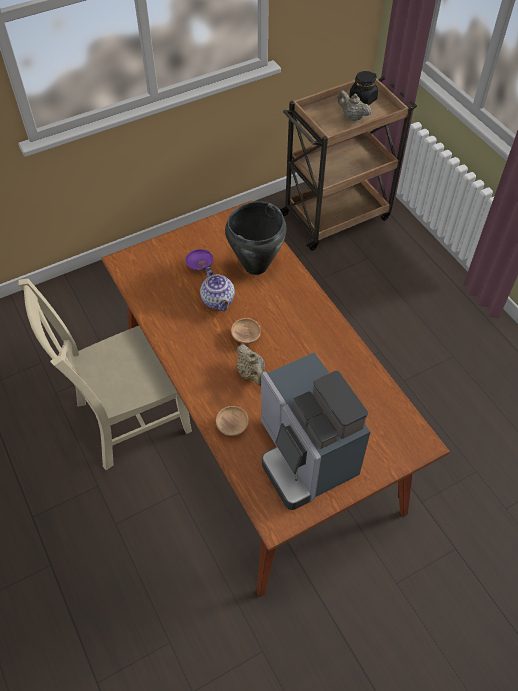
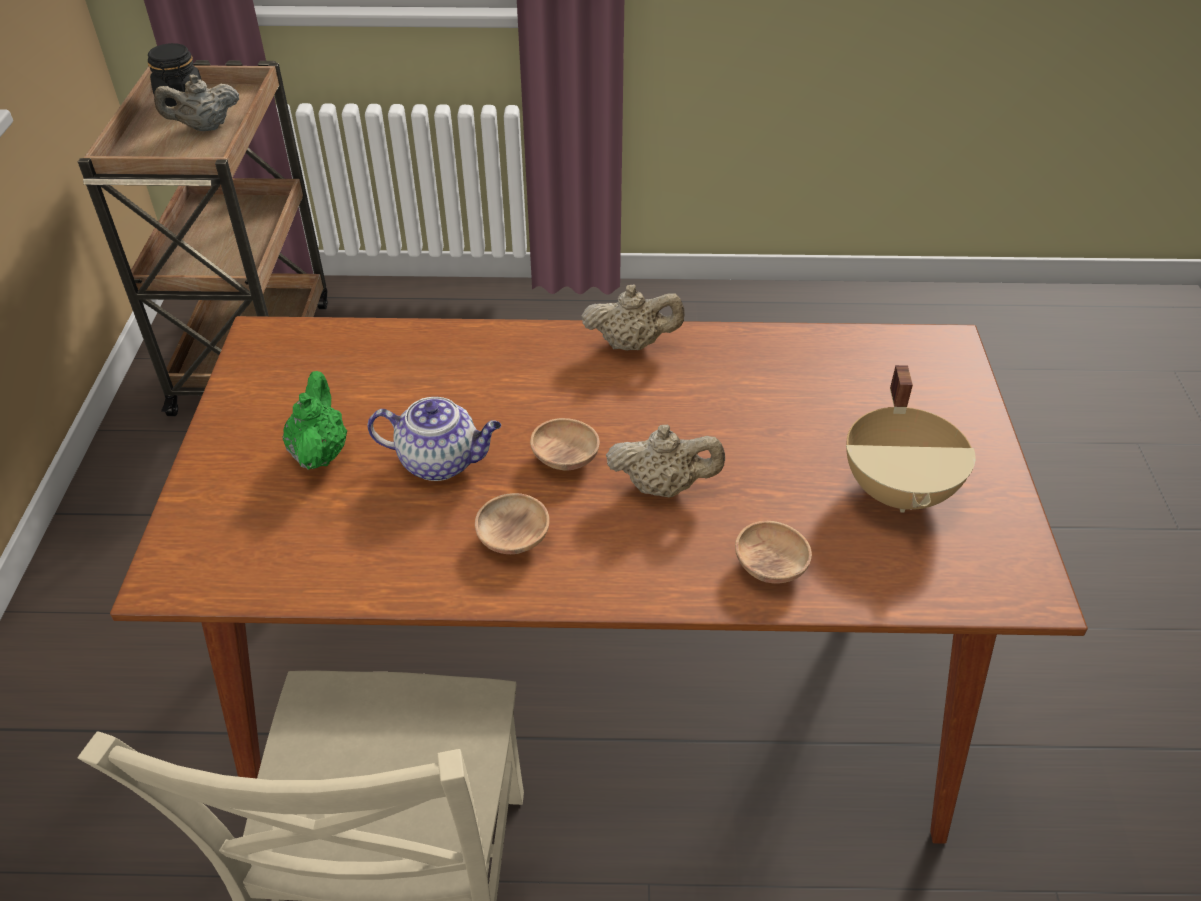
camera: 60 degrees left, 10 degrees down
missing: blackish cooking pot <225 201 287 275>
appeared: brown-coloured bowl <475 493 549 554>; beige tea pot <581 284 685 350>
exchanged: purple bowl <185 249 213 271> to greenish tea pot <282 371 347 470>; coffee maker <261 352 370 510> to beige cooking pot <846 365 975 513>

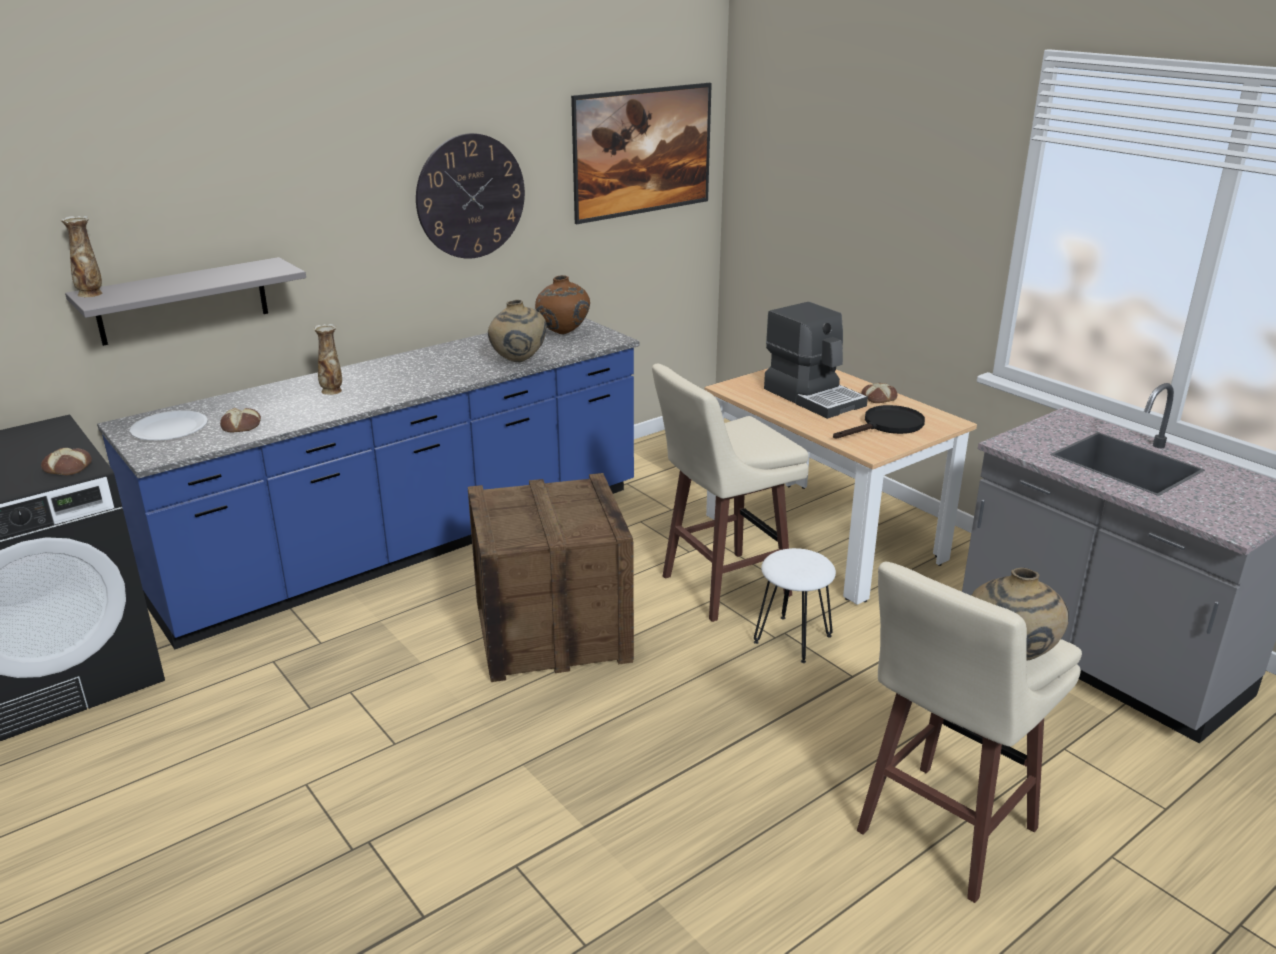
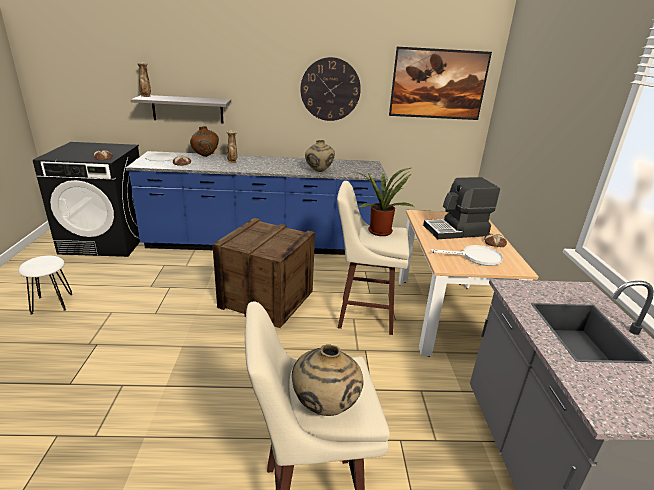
camera: 35 degrees right, 0 degrees up
appeared: houseplant <354 168 414 236>
relocated: brown-coloured flower vase <535 275 590 334> to <190 126 219 157>; whitish sitting stool <754 548 836 663> to <18 256 72 314>
colour: blackish pan <833 405 925 438> to whitish pan <431 245 503 266>
spun: coffee maker <764 302 868 419> = <423 177 500 239> 75 degrees clockwise

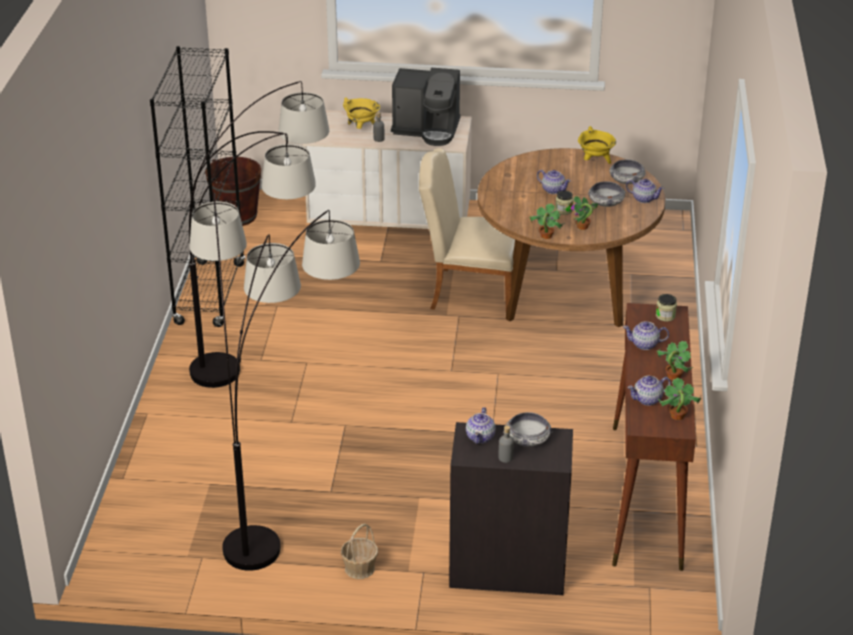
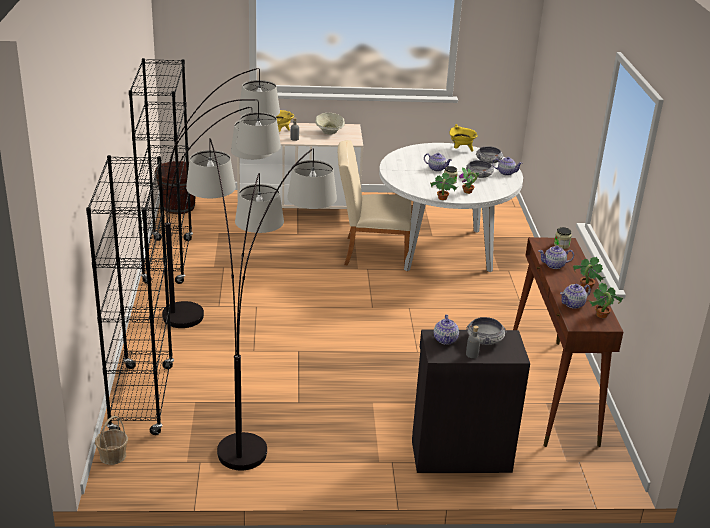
camera: 10 degrees left, 5 degrees down
appeared: blackish bookcase <86 155 174 435>
relocated: storage basket <341 524 378 579> to <95 416 128 465>
exchanged: coffee maker <391 67 461 146> to beige bowl <315 113 345 135>
colour: brown-coloured dining table <477 148 665 327> to whitish dining table <379 143 523 272>

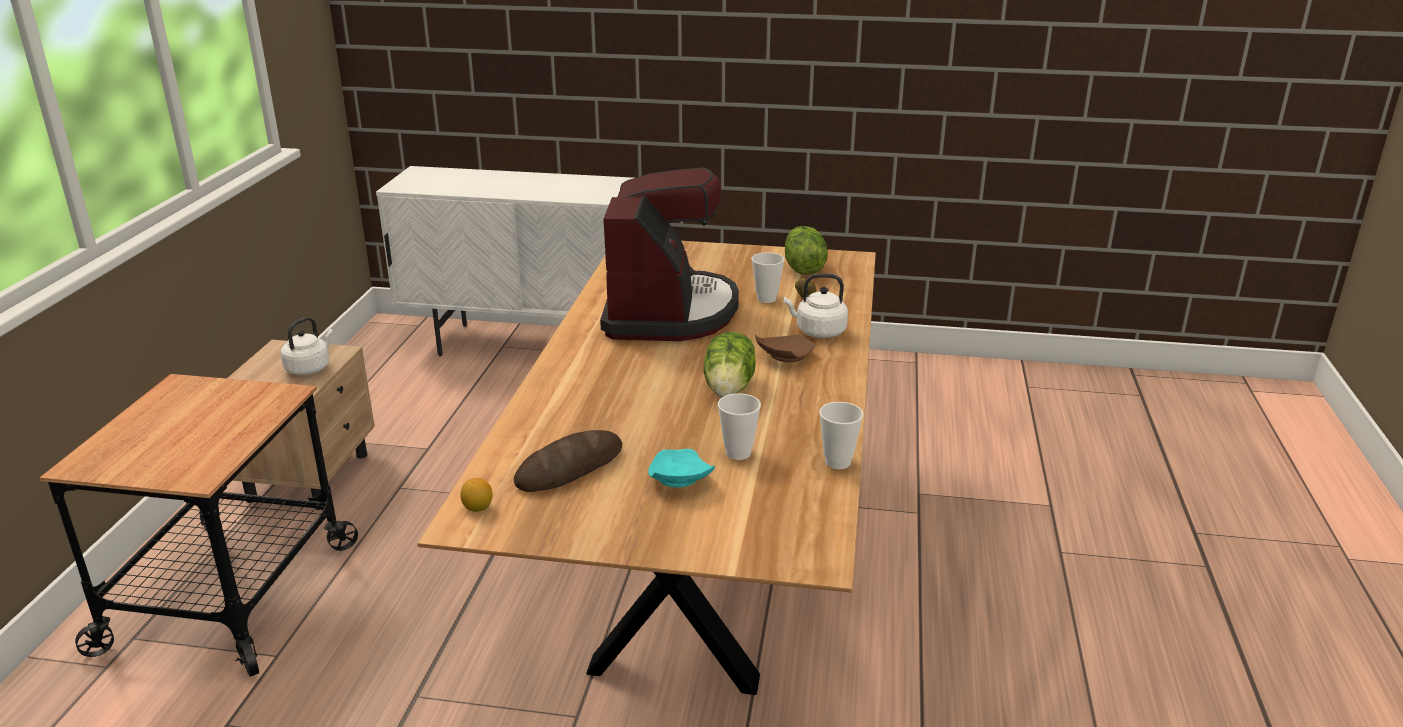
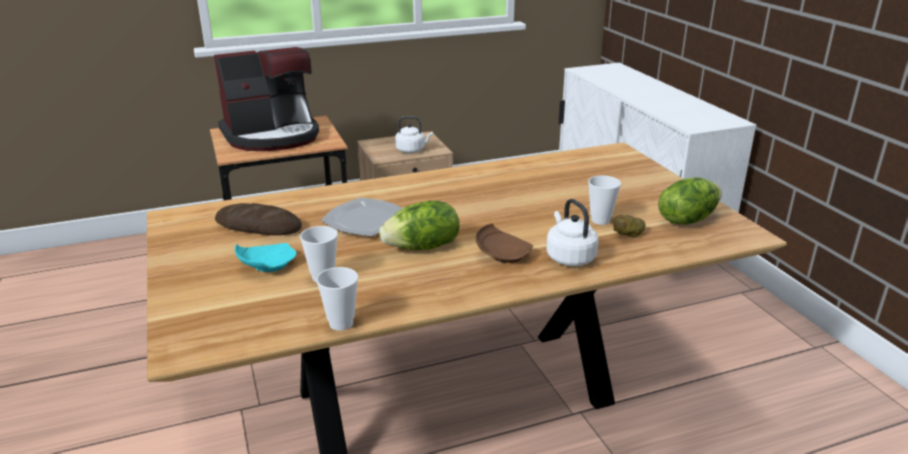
camera: 60 degrees right, 0 degrees up
missing: lemon <460 478 492 512>
appeared: plate <321 198 403 237>
relocated: coffee maker <600 167 739 341> to <214 47 319 151>

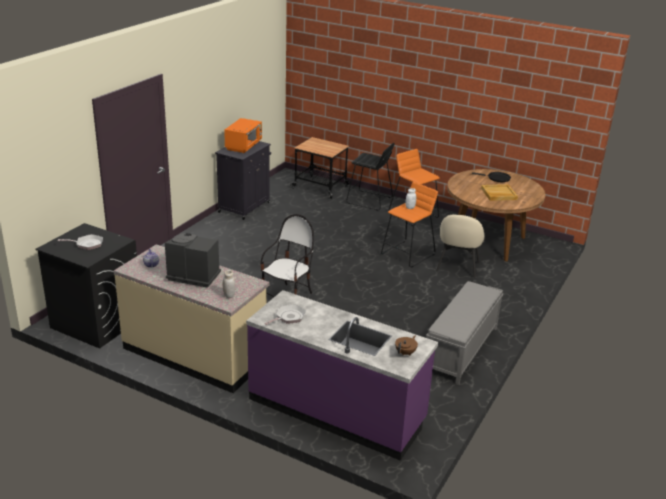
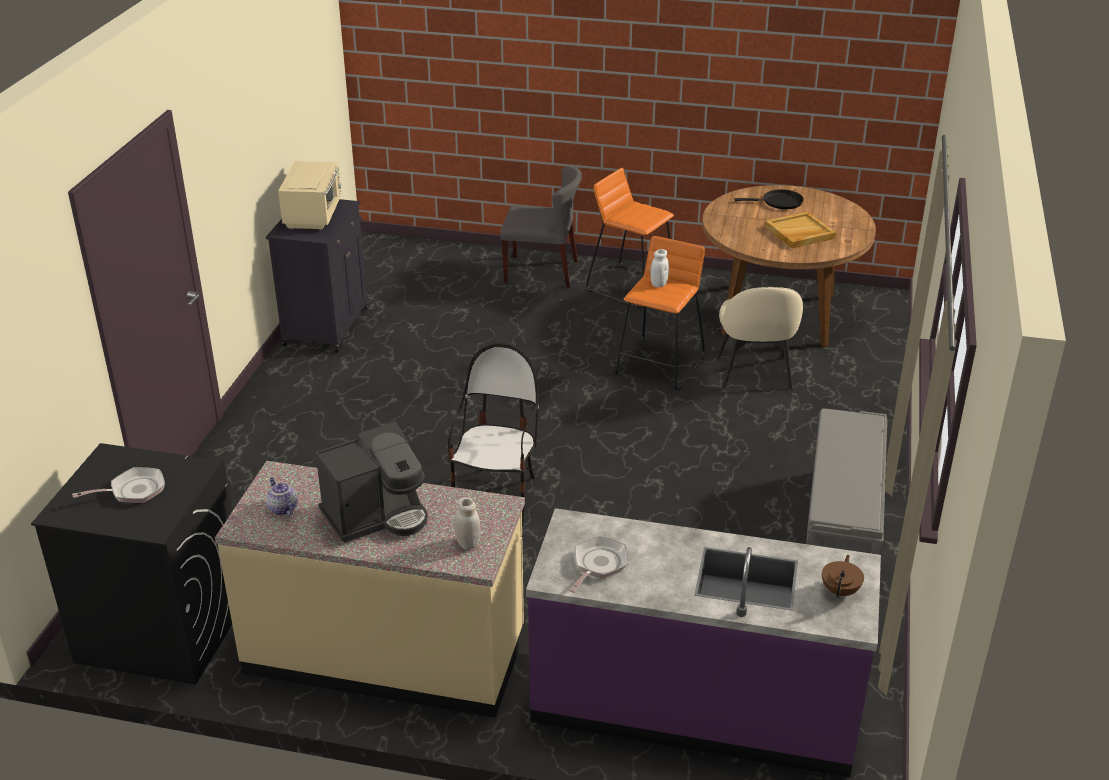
camera: 15 degrees left, 5 degrees up
missing: cart <290 137 351 199>
exchanged: blackish sitting stool <346 143 395 211> to gray plain chair <500 166 582 288>
colour: orange-coloured microwave <224 118 262 153> to beige microwave <278 161 342 230>
spun: coffee maker <165 233 221 288> = <315 422 428 543> 150 degrees clockwise

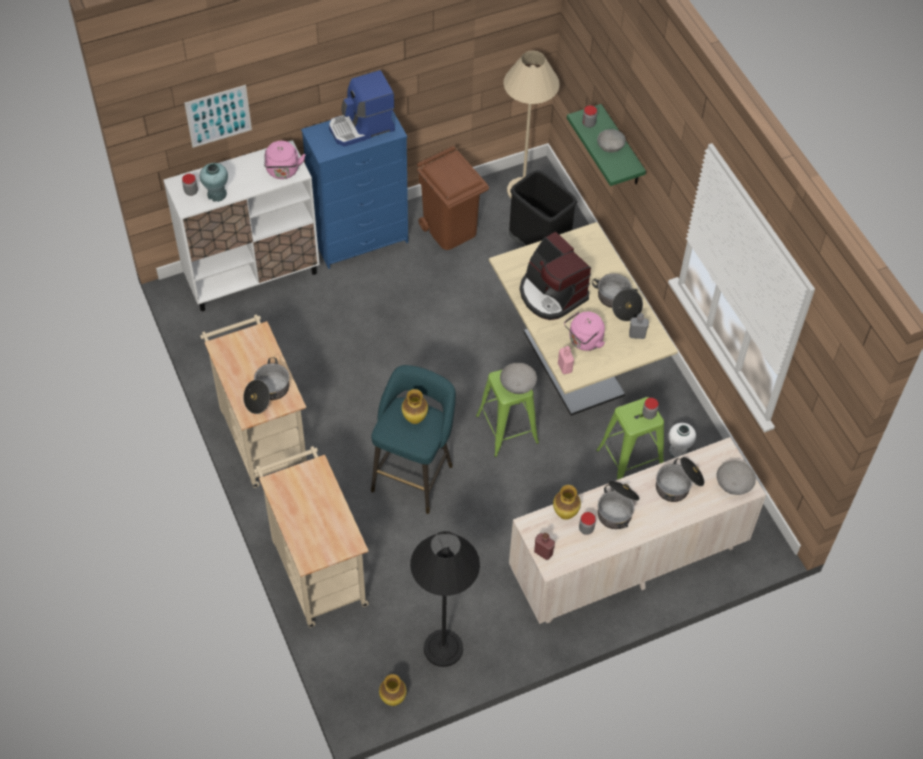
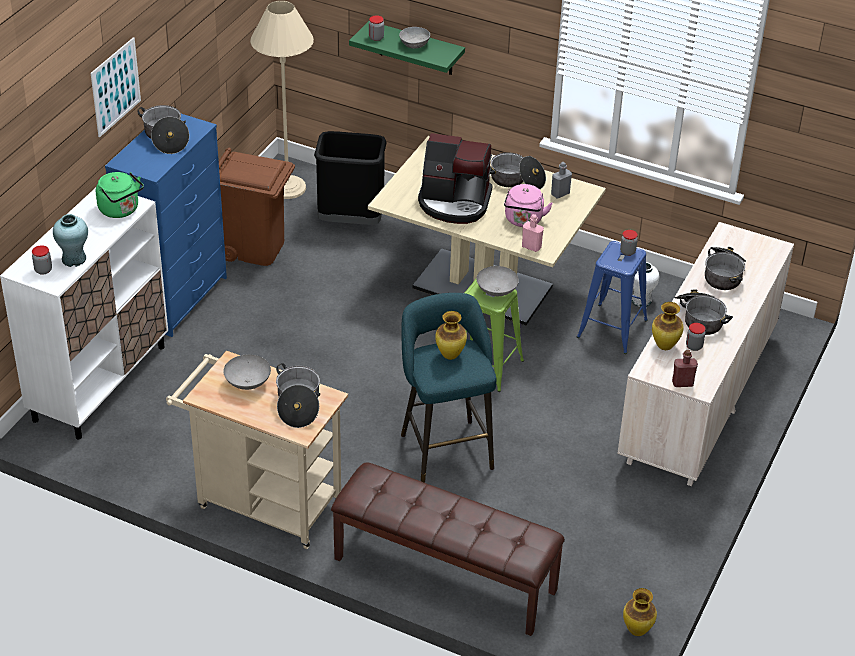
camera: 40 degrees left, 15 degrees down
missing: blackish standing lamp <410 531 480 667>
relocated: picture <184 85 252 148> to <91 37 141 137>; gray bowl <716 460 756 495> to <223 355 271 390>
exchanged: beige cart <254 446 369 628> to brown-coloured bench <331 462 565 636>; coffee maker <329 70 395 147> to cooking pot <137 105 189 154>
colour: pinkish tea kettle <264 141 305 179> to greenish tea kettle <96 172 144 218>; greenish sitting stool <596 397 664 480> to blue-coloured sitting stool <577 241 648 354>

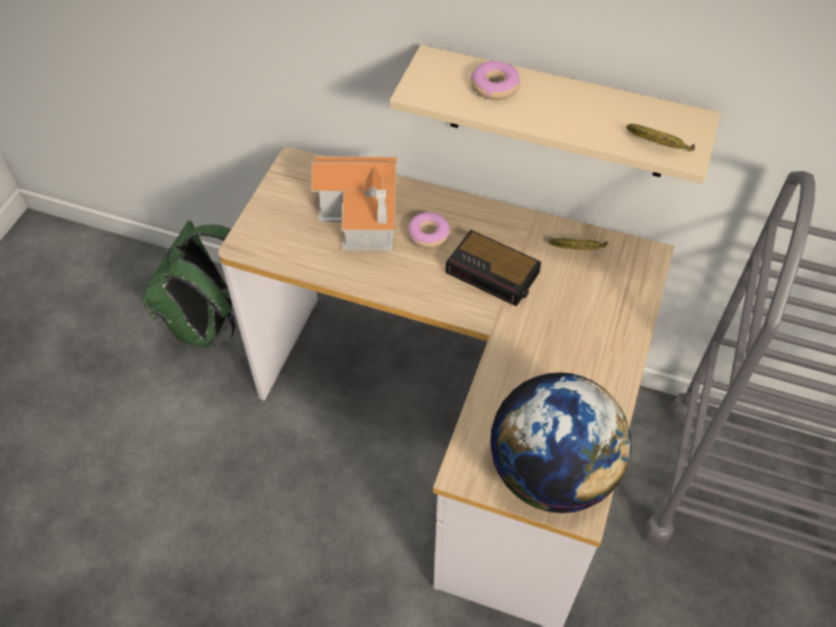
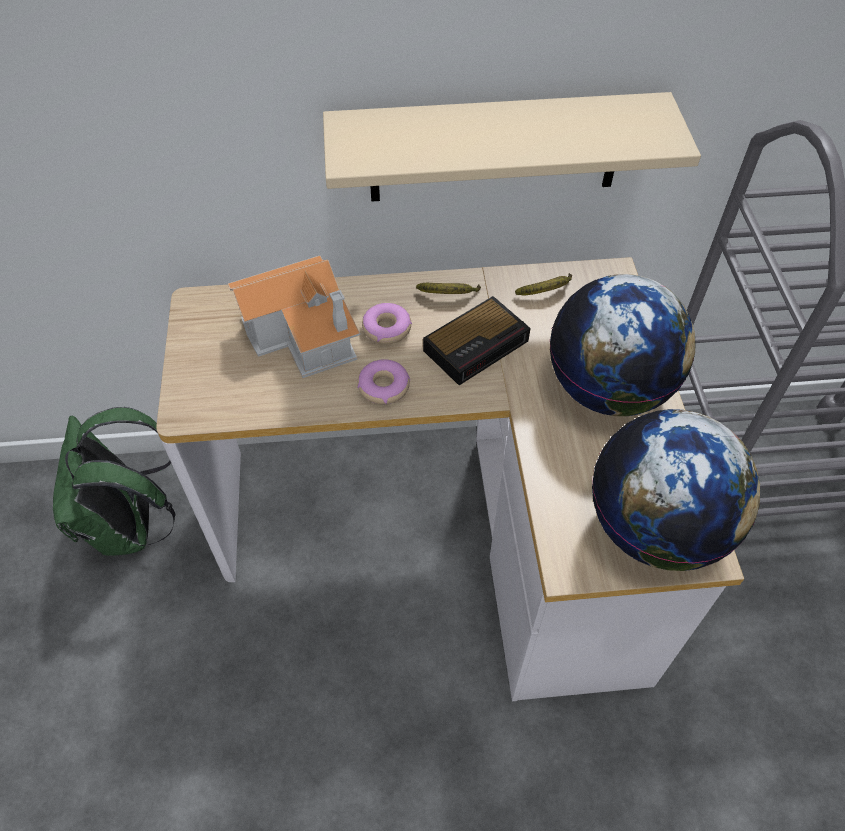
camera: 25 degrees left, 0 degrees up
appeared: globe <550 274 695 416>
relocated: doughnut <471 61 520 100> to <358 359 410 404>; banana <626 124 695 151> to <416 283 481 294>
spun: table clock <446 230 541 306> = <423 296 531 385> 45 degrees counterclockwise

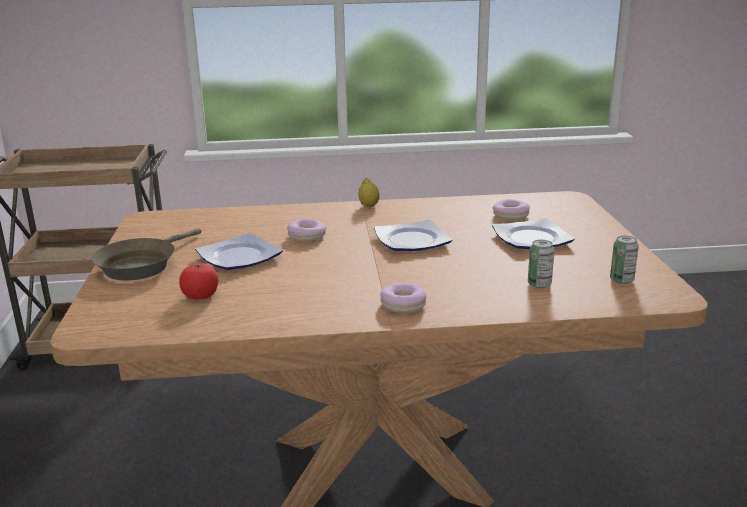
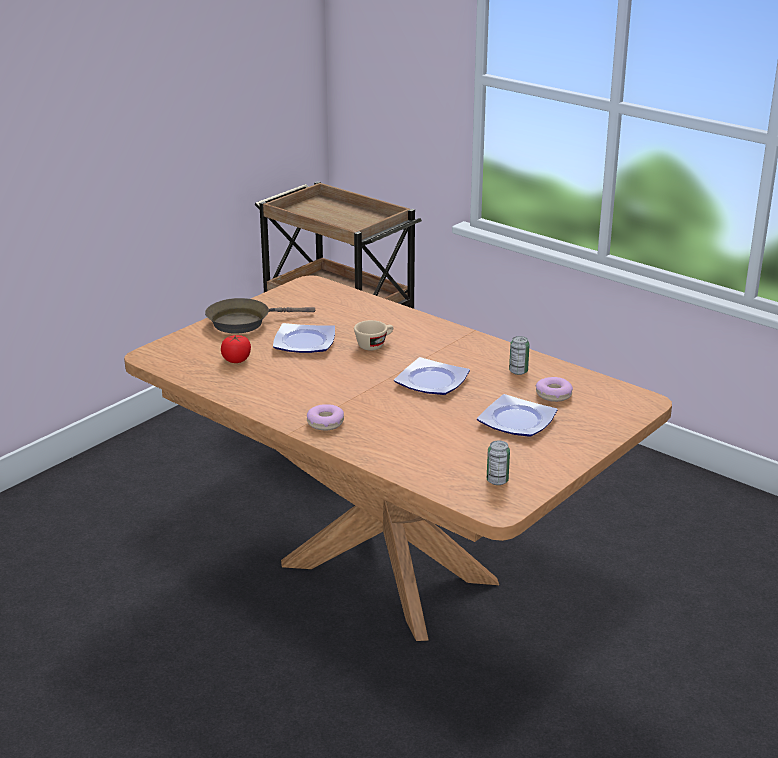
camera: 45 degrees right, 5 degrees up
missing: lemon <359 178 379 207>
relocated: can <528 240 554 288> to <509 336 530 375>
exchanged: doughnut <287 218 326 242> to beige small cup <354 320 393 351>

